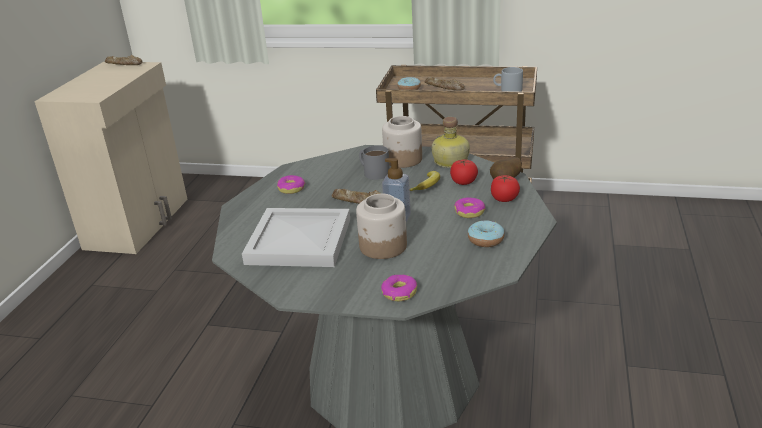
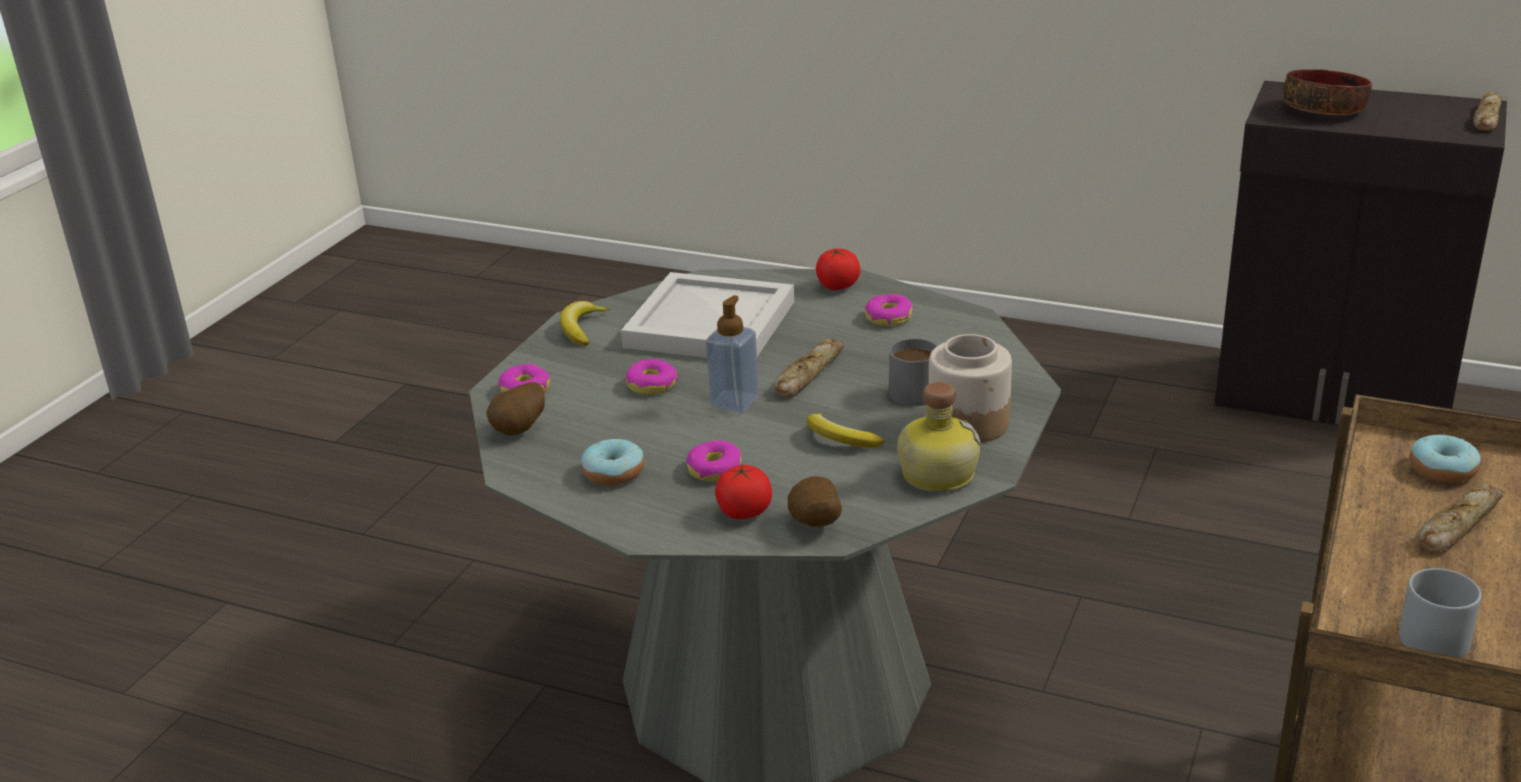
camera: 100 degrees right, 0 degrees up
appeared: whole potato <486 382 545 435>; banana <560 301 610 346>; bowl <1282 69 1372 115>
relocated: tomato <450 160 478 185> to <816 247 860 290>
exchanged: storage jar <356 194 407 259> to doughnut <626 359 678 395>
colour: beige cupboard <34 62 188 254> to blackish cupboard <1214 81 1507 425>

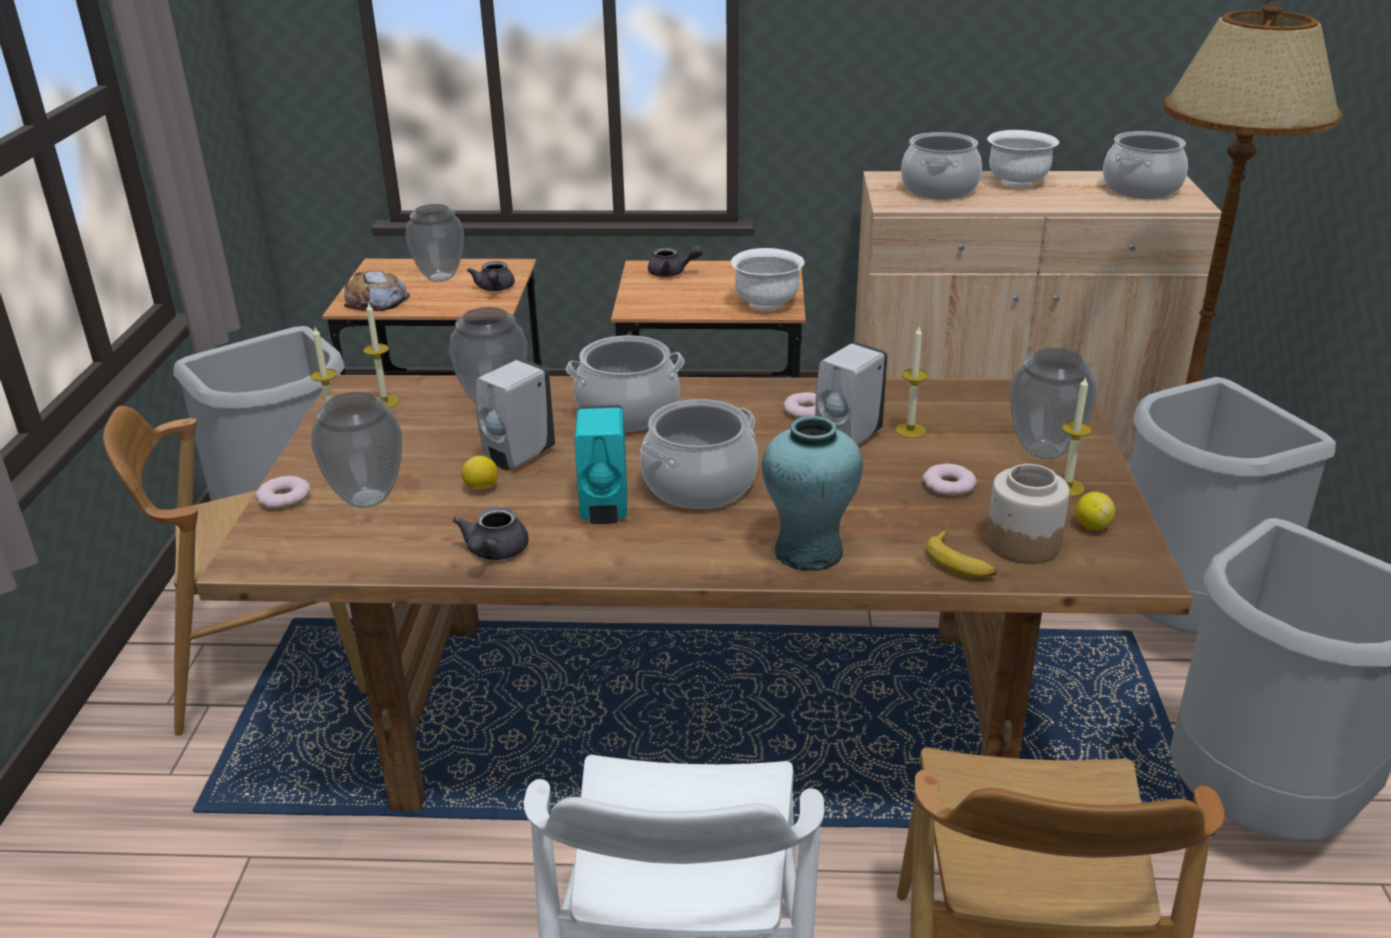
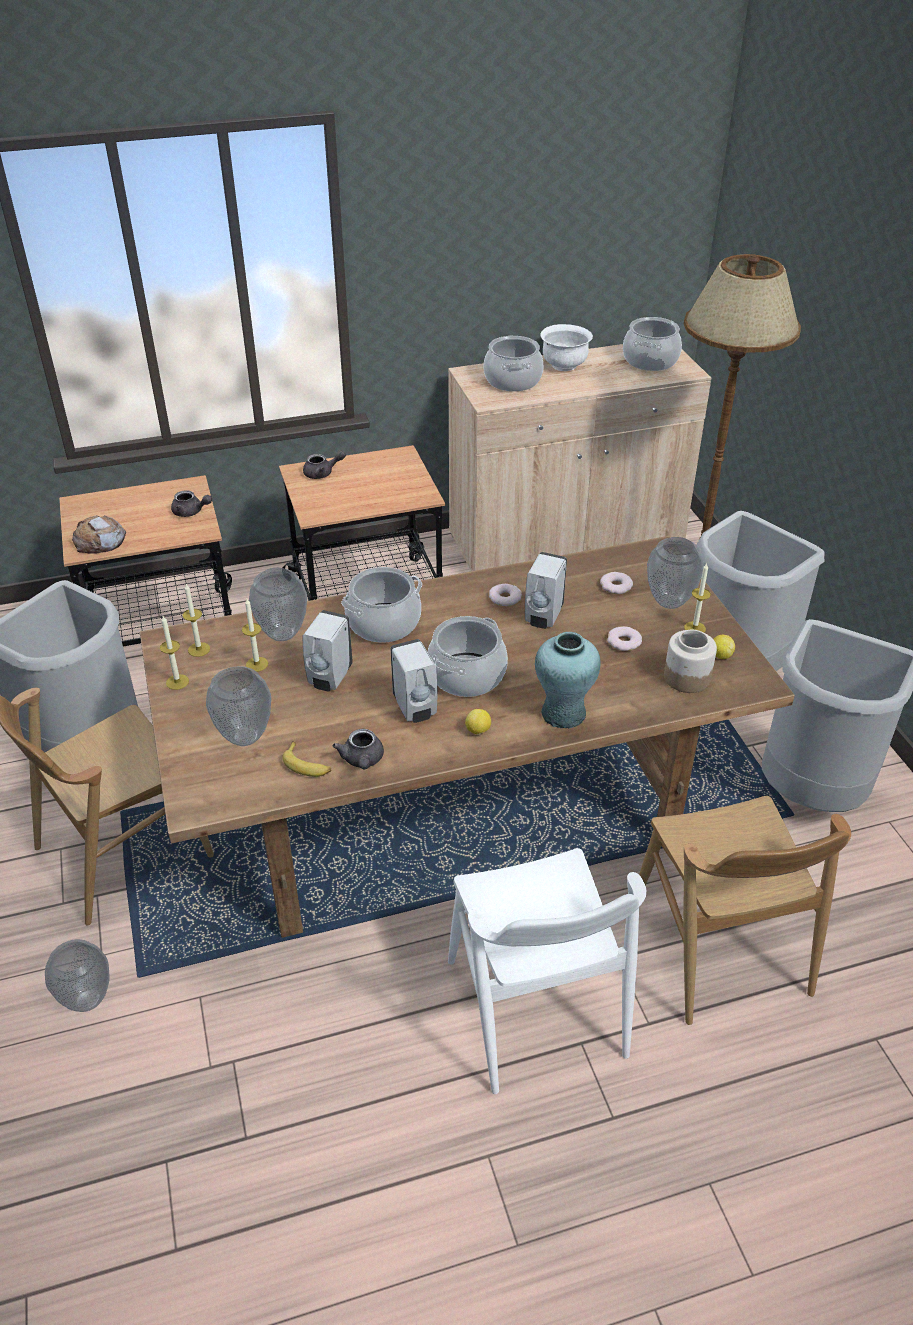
camera: 20 degrees left, 10 degrees up
missing: whitish bowl <731 248 805 311>
relocated: doughnut <255 476 310 509> to <600 572 633 594>; flower vase <405 204 464 282> to <45 939 110 1012>; lemon <462 456 498 490> to <465 709 491 735>; candle <895 325 929 438> to <242 599 268 672>; banana <926 529 997 579> to <282 741 331 777>
colour: turquoise-coloured liquid soap bottle <574 405 627 524> to whitish liquid soap bottle <390 639 437 723>
spun: gray tea pot <467 261 515 291> = <171 490 212 517> 45 degrees counterclockwise

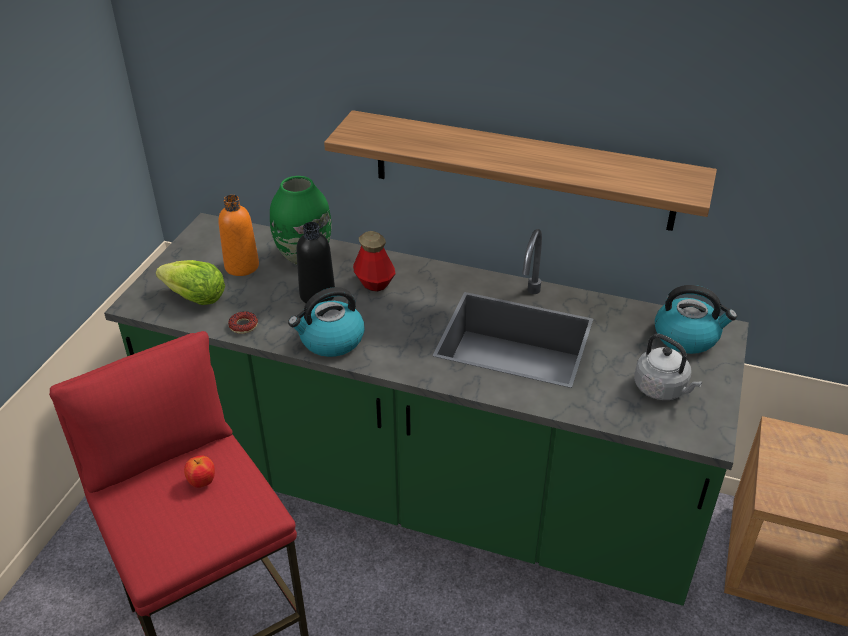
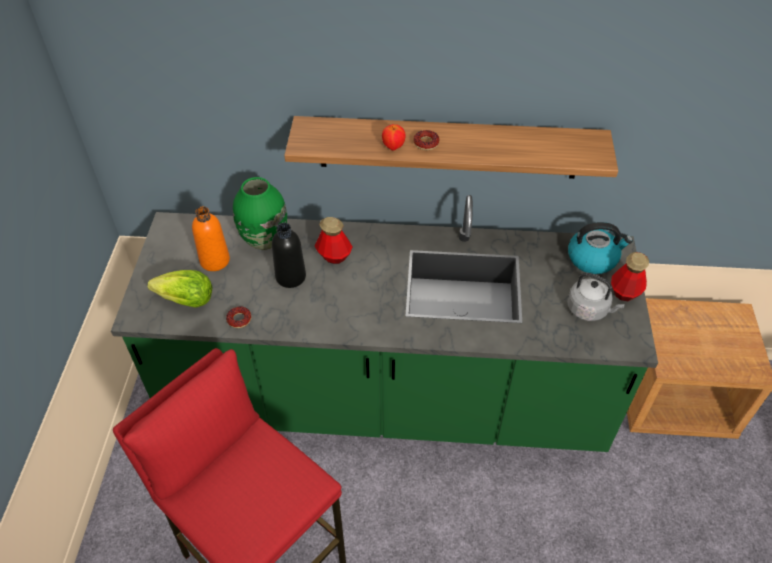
camera: 15 degrees left, 10 degrees up
missing: tea kettle <288 287 364 357>
appeared: doughnut <413 130 439 150>; bottle <611 252 649 301>
relocated: apple <184 455 215 488> to <382 124 406 150>

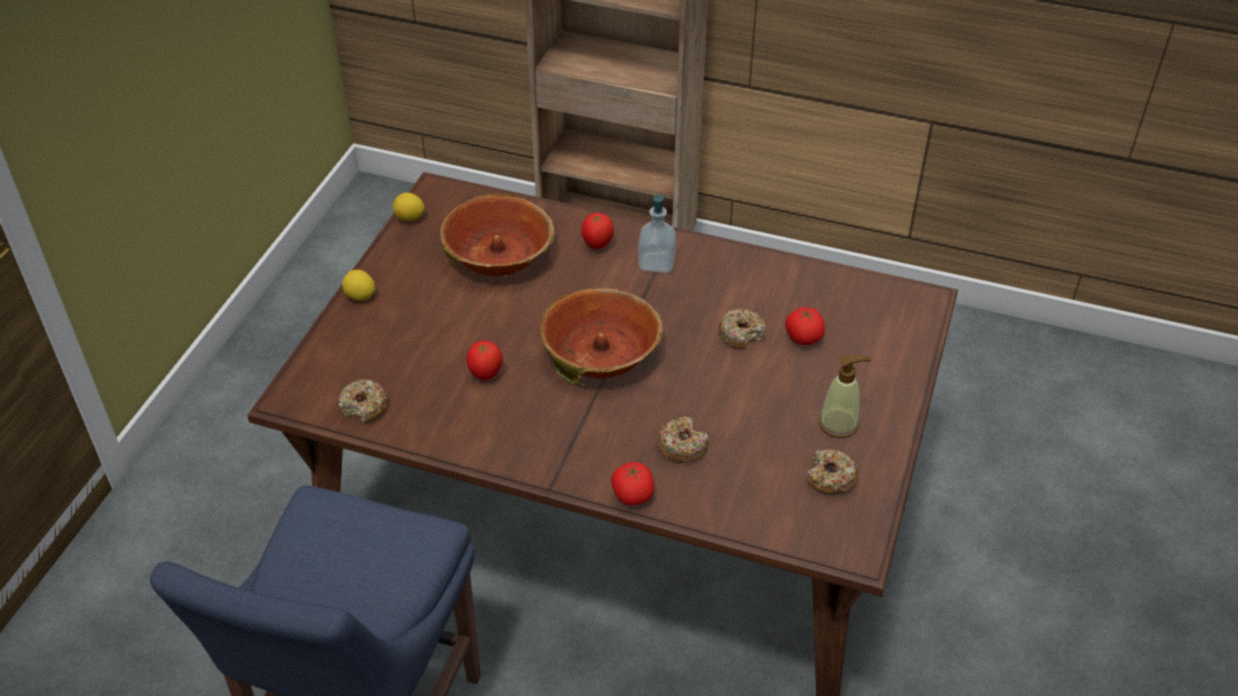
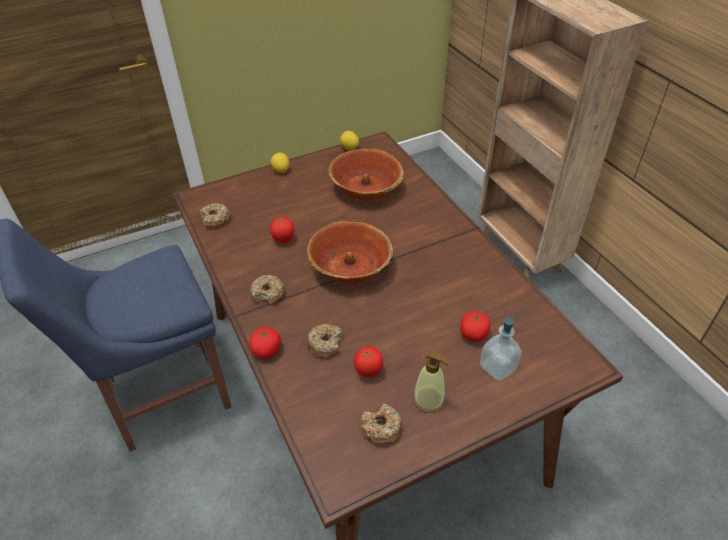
camera: 45 degrees right, 0 degrees up
relocated: tomato <581 213 614 249> to <354 346 383 377>; liquid soap bottle <638 193 676 273> to <480 317 522 381>; doughnut <718 308 766 350> to <250 275 284 304>

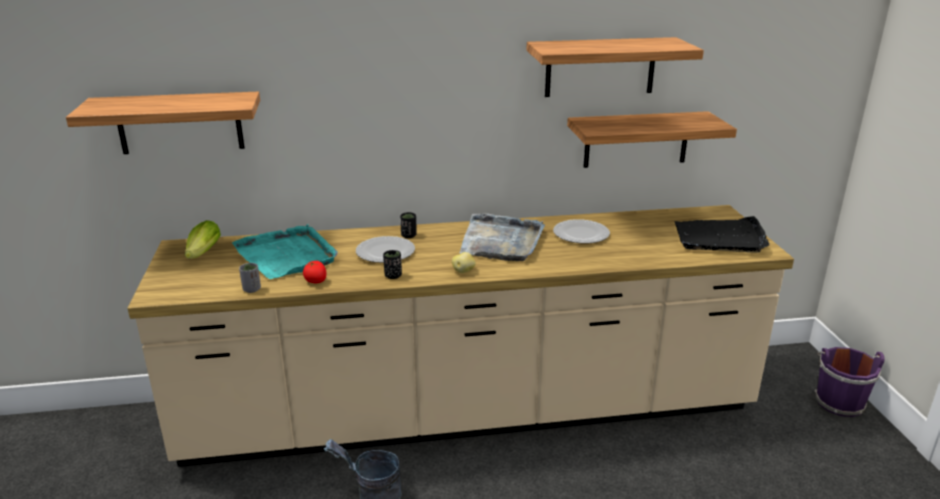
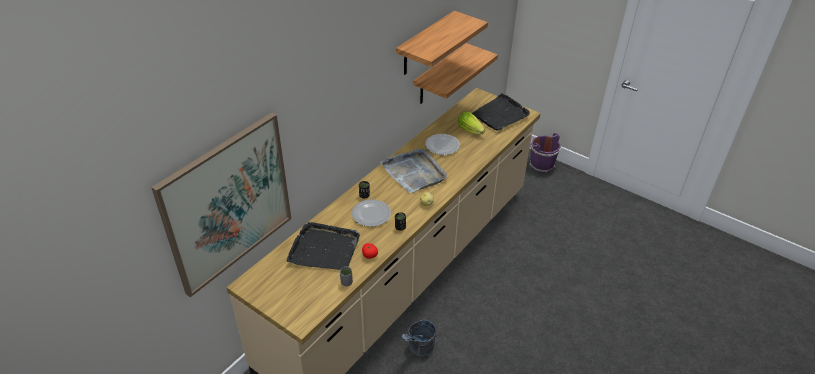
camera: 45 degrees left, 15 degrees up
relocated: lettuce <185 220 221 259> to <458 112 485 135>
exchanged: shelf <66 92 260 154> to picture <151 112 292 297>
colour: turquoise-coloured tray <232 224 338 279> to blackish tray <286 222 360 270>

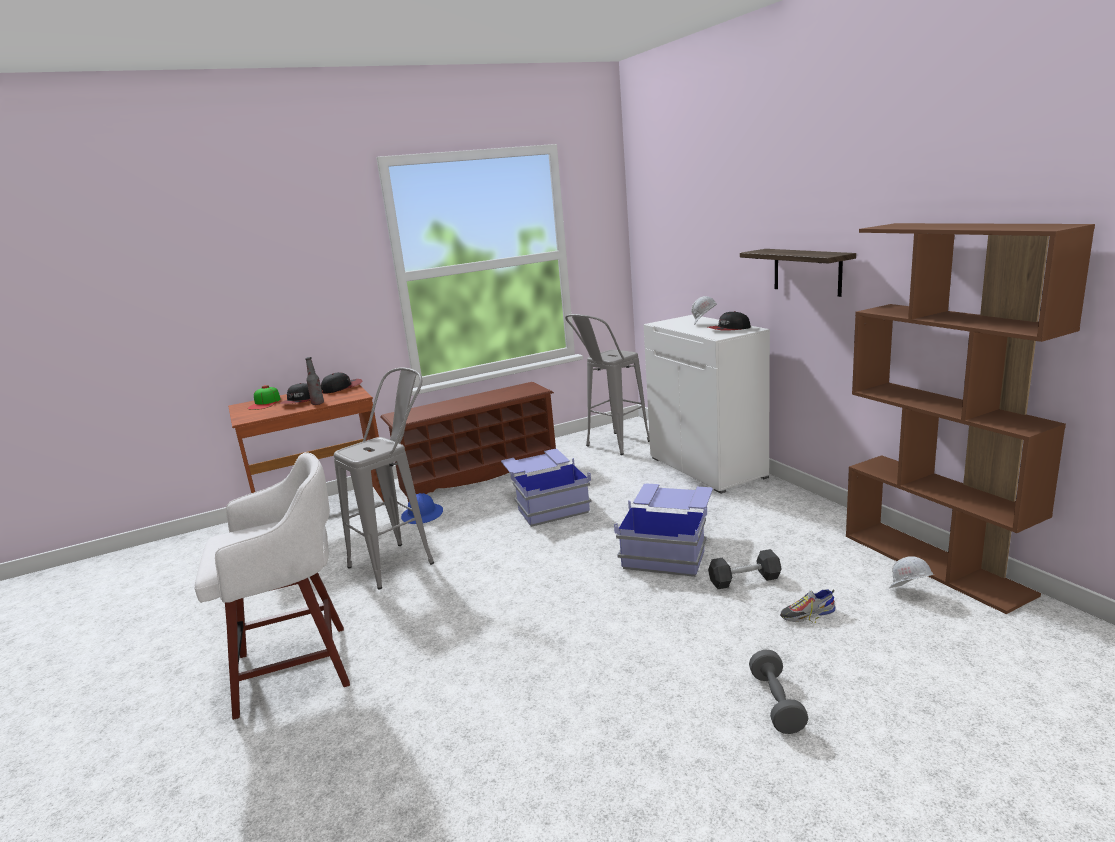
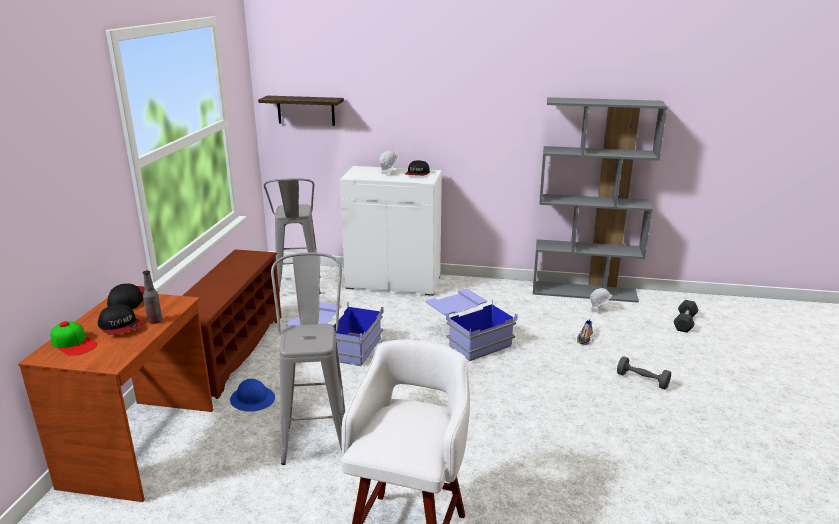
camera: 55 degrees left, 5 degrees up
relocated: blackish free weight <708 549 782 589> to <674 300 698 333>; shelf <740 249 856 297> to <258 96 344 126>
colour: brown-coloured bookcase <846 223 1095 614> to gray bookcase <533 97 668 303>

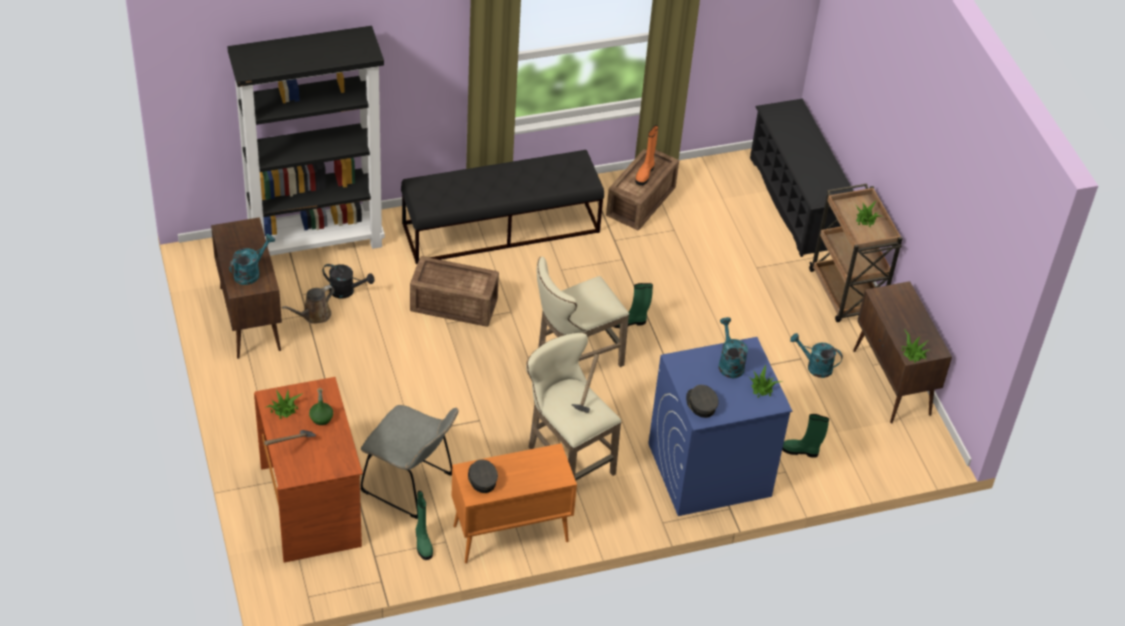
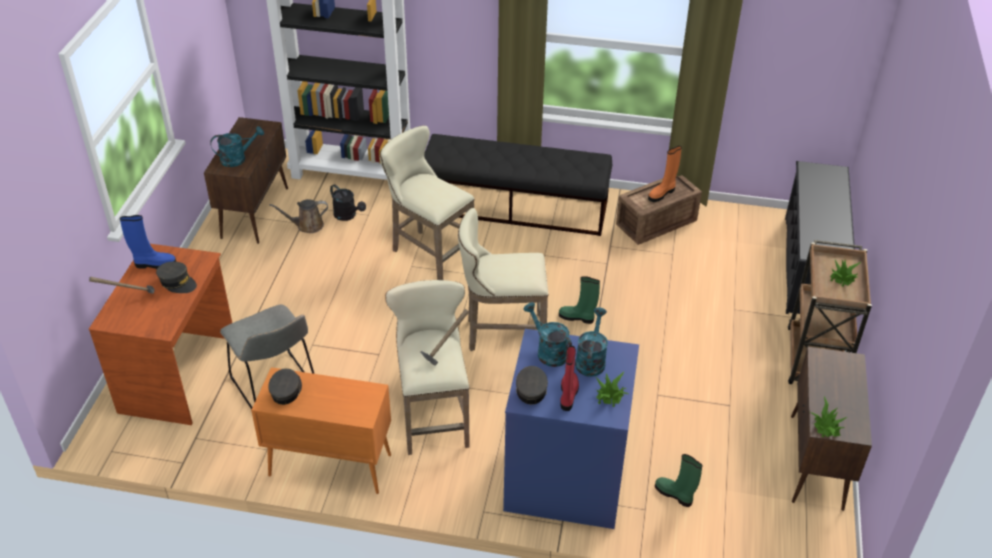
camera: 30 degrees right, 5 degrees down
missing: greenish boot <416 491 433 560>
appeared: red-coloured boot <560 346 579 411>
relocated: turquoise-coloured watering can <790 333 843 378> to <523 302 572 367>
exchanged: houseplant <264 389 303 419> to blue-coloured boot <120 215 176 269>; greenish bottle <309 388 333 425> to gray baseball cap <156 262 197 293>; crate <410 256 499 327> to beige sitting stool <380 125 474 280>

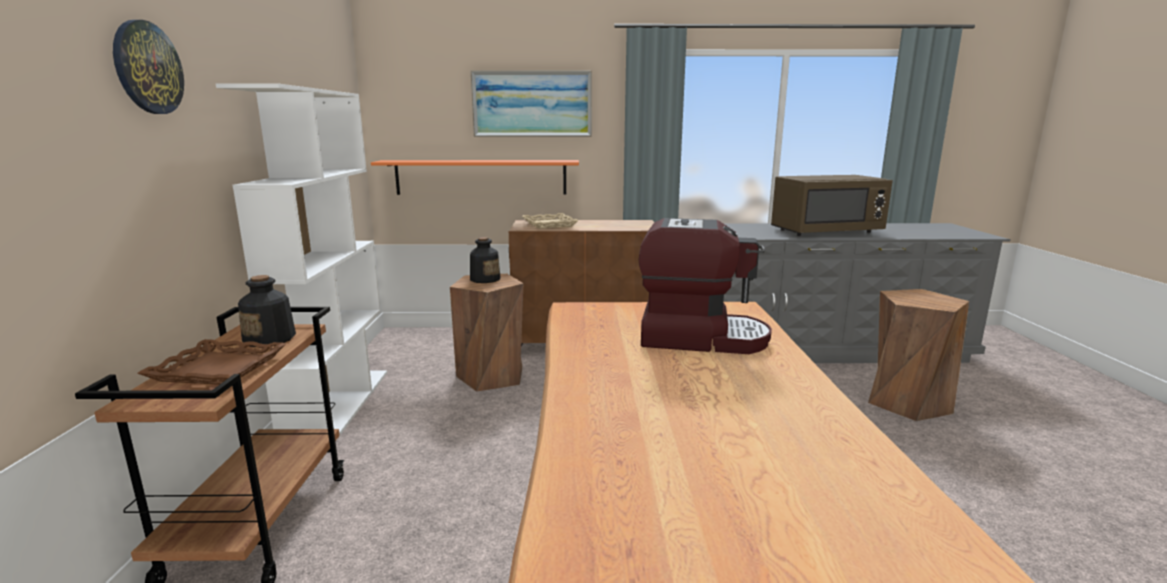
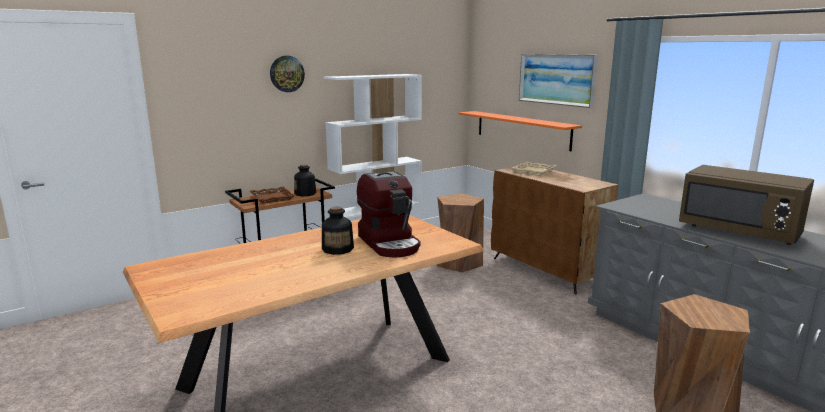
camera: 55 degrees right, 0 degrees up
relocated: bottle <470 237 500 283> to <322 207 354 255>

